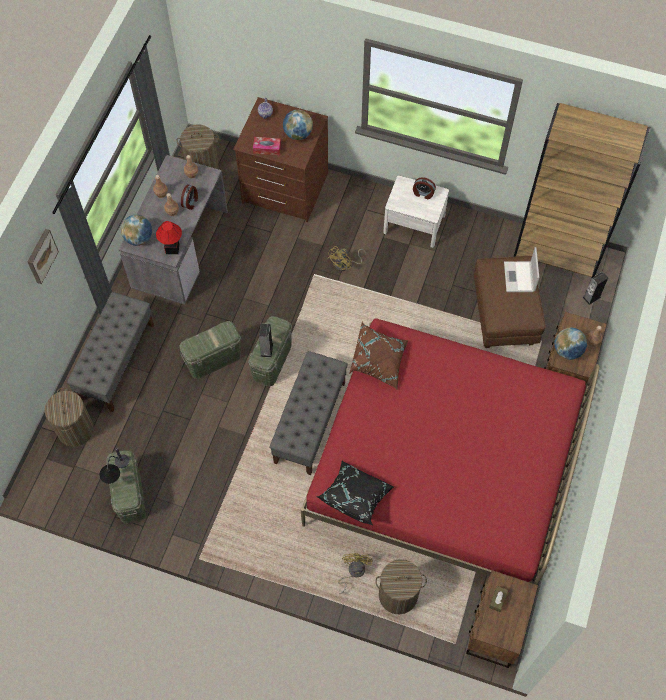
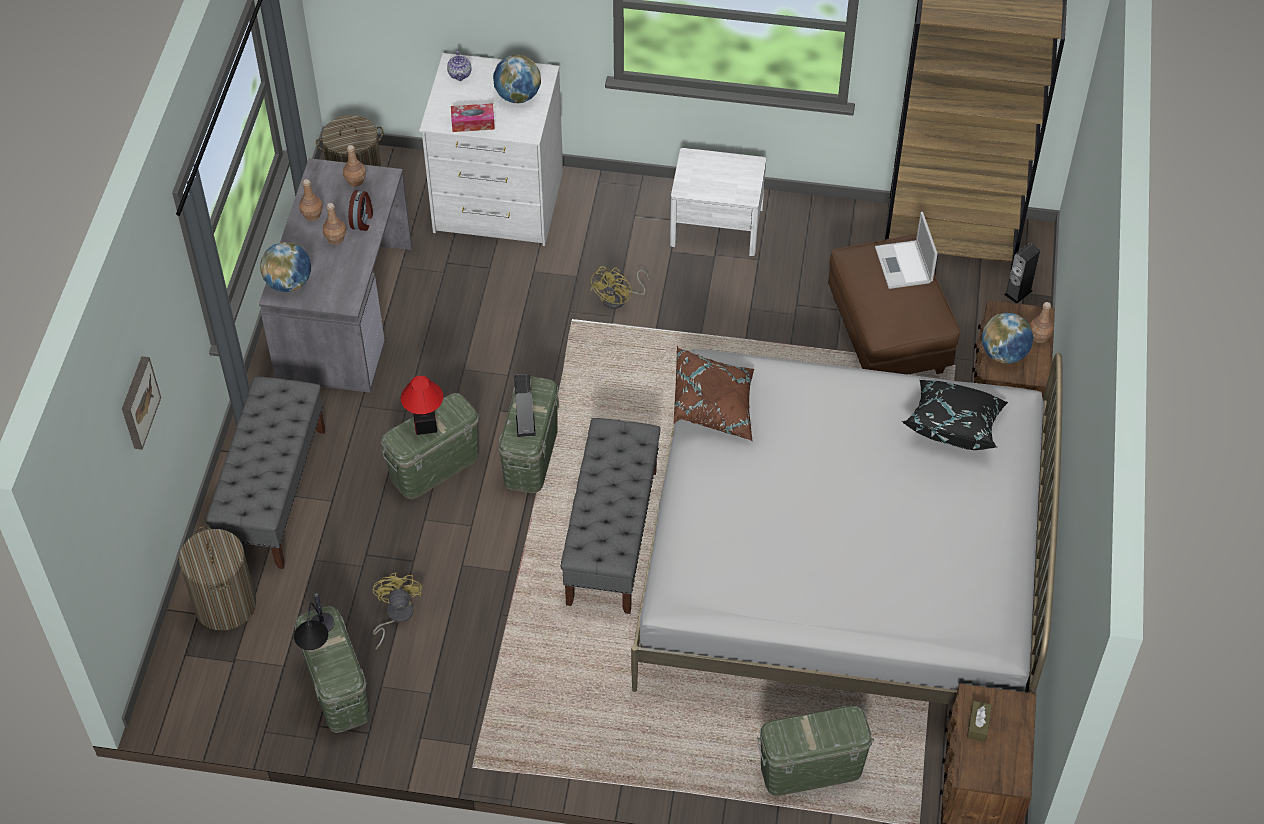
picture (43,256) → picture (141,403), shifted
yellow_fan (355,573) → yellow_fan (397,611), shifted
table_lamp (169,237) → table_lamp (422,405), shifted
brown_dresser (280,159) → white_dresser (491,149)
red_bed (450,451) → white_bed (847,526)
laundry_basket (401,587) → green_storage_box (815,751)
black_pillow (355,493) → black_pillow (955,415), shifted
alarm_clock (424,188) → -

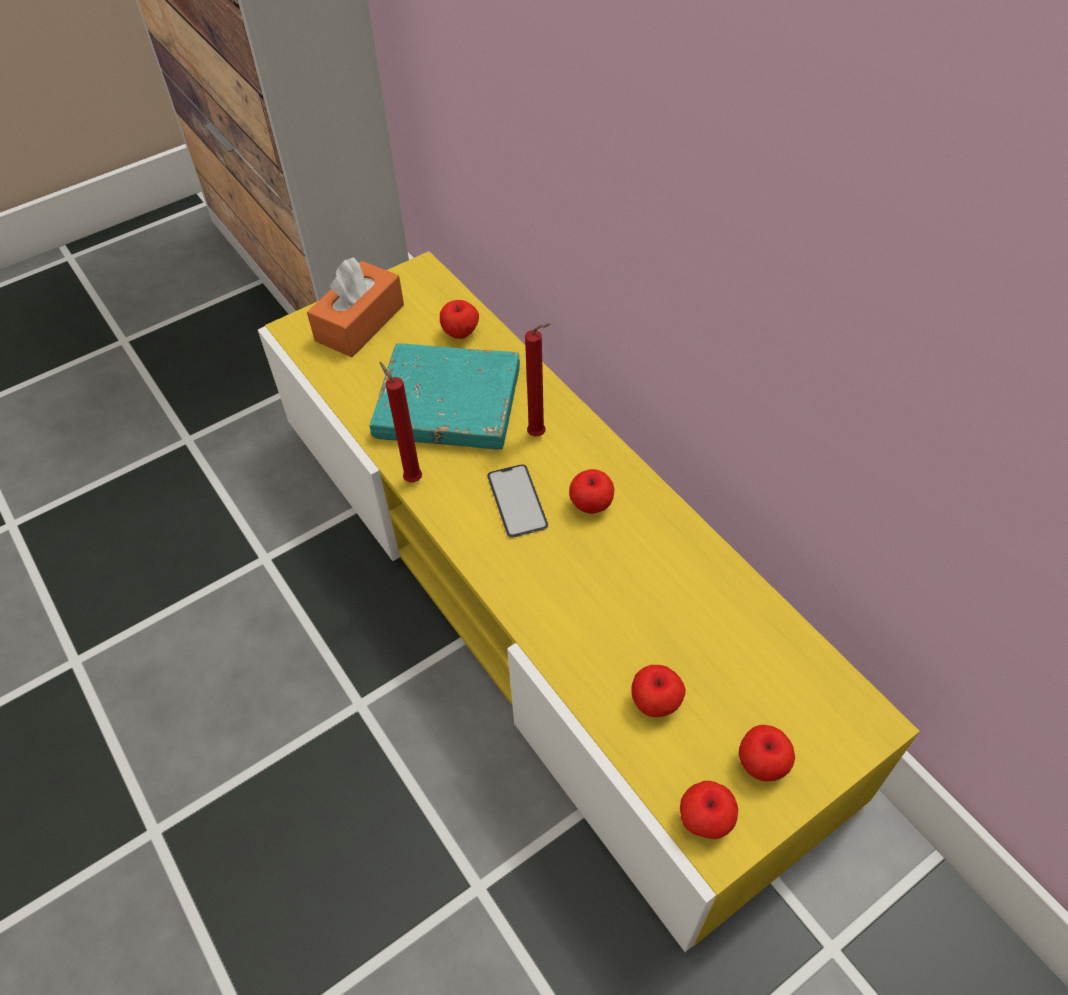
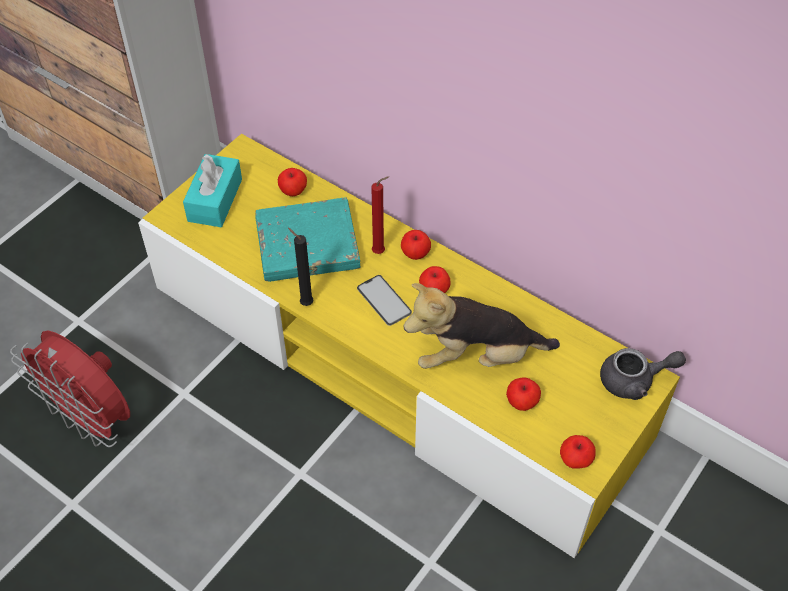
- → red_fan (70,388)
orange_tissue_box (355,307) → turquoise_tissue_box (212,190)
red_candle (400,422) → black_candle (301,267)
apple (767,753) → apple (416,245), shifted
- → plush_toy (482,326)
- → grey_teapot (643,374)

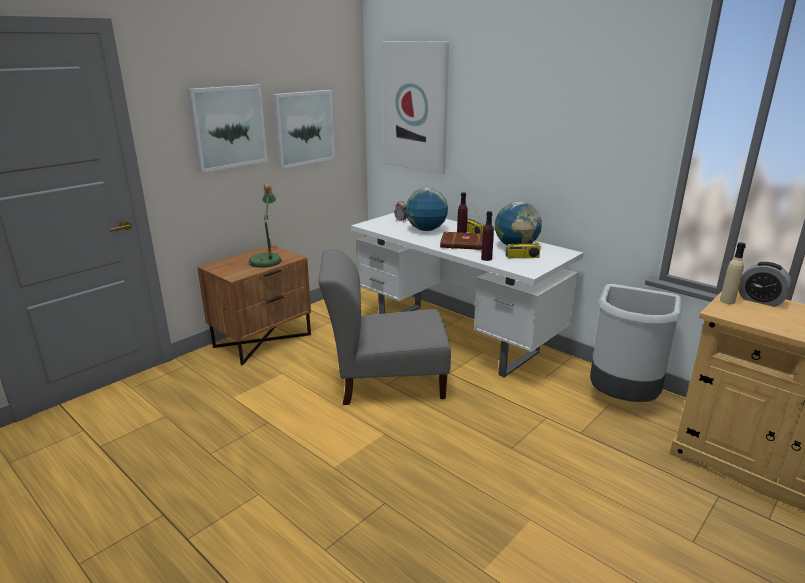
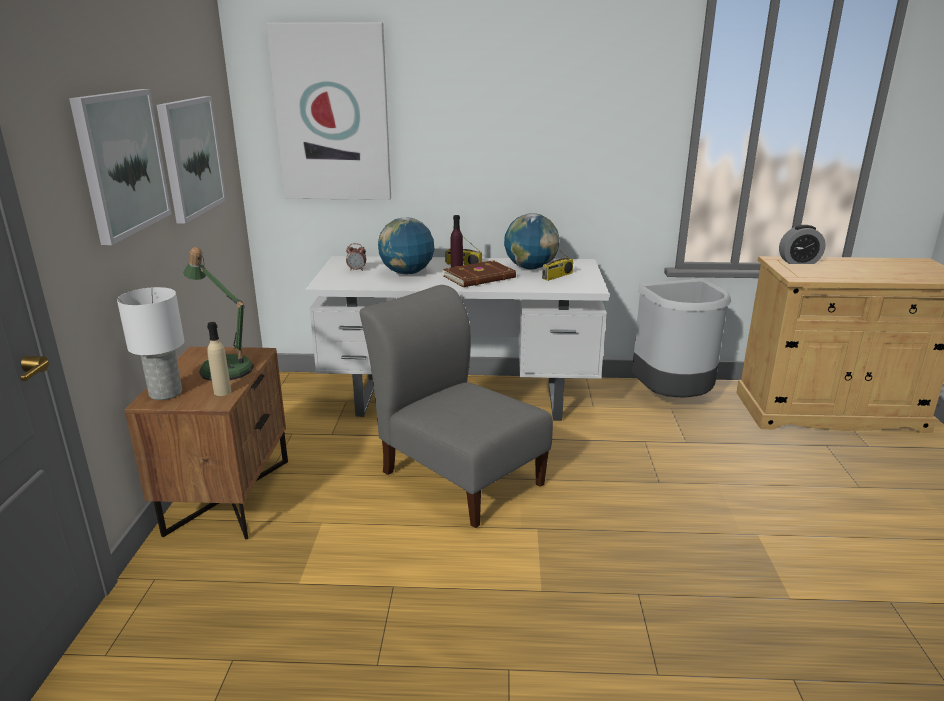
- → white_table_lamp (150,343)
beige_bottle (733,273) → beige_bottle (219,359), shifted
grey_chair (384,327) → grey_chair (456,406), 90 degrees clockwise
purple_bottle (487,236) → -

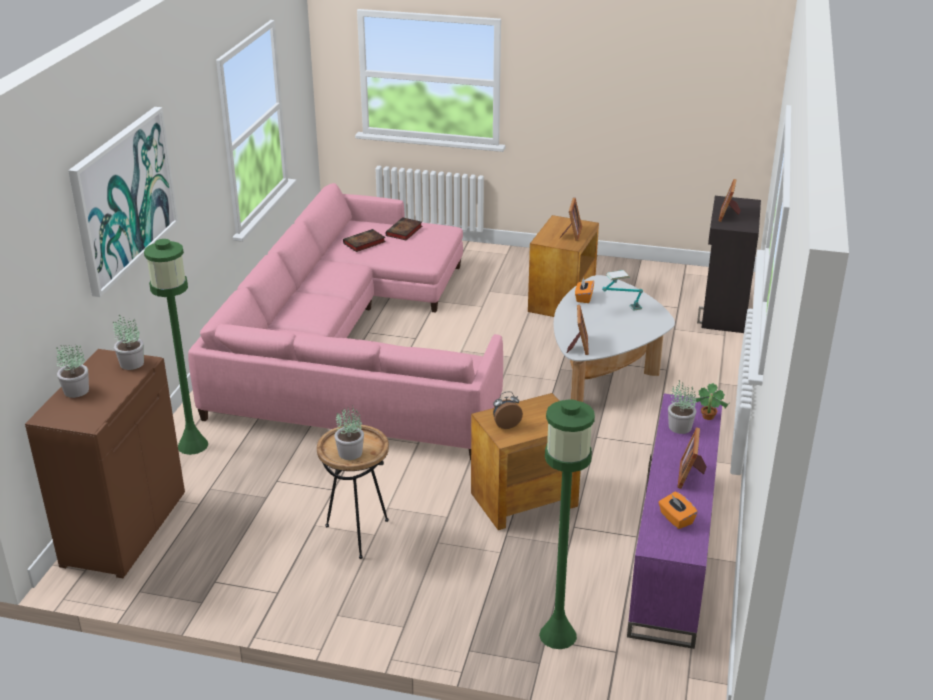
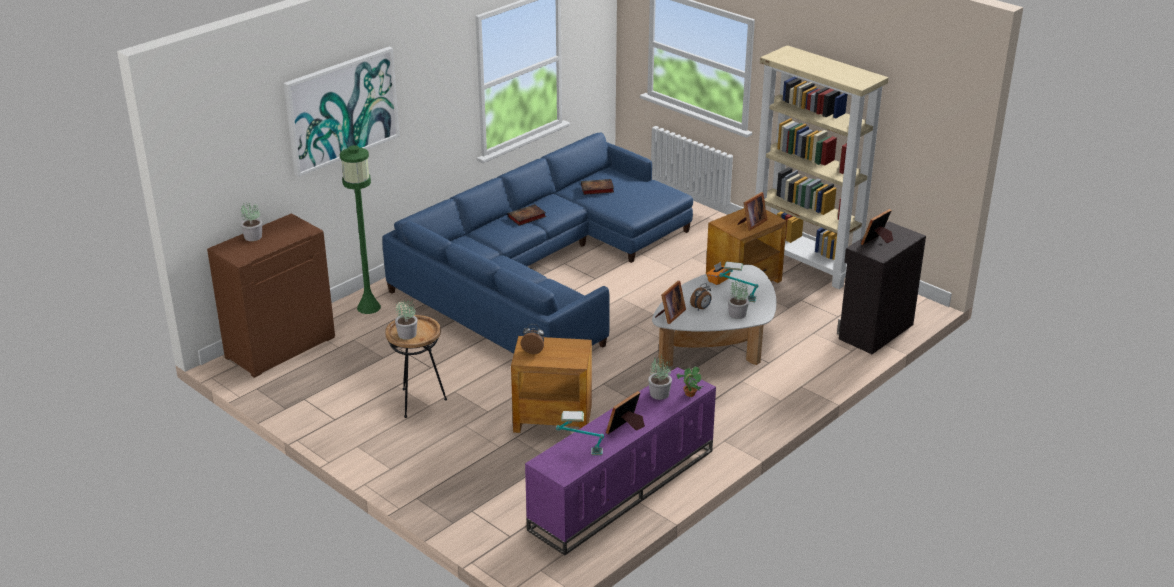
pink_sofa (345,321) → blue_sofa (537,242)
book (403,228) → book (527,215), shifted
orange_tissue_box (678,510) → table_lamp (580,433)
- → alarm_clock (701,296)
potted_plant (128,342) → potted_plant (738,298), shifted
- → beige_bookcase (822,167)
green_floor_lamp (567,524) → -

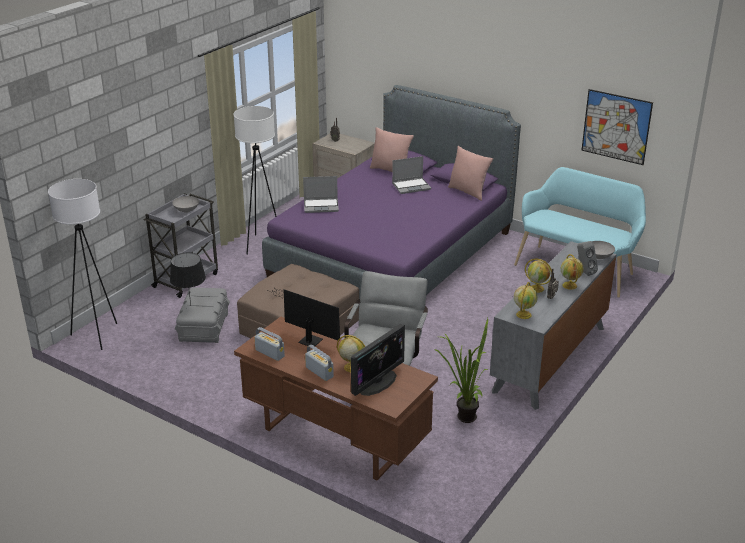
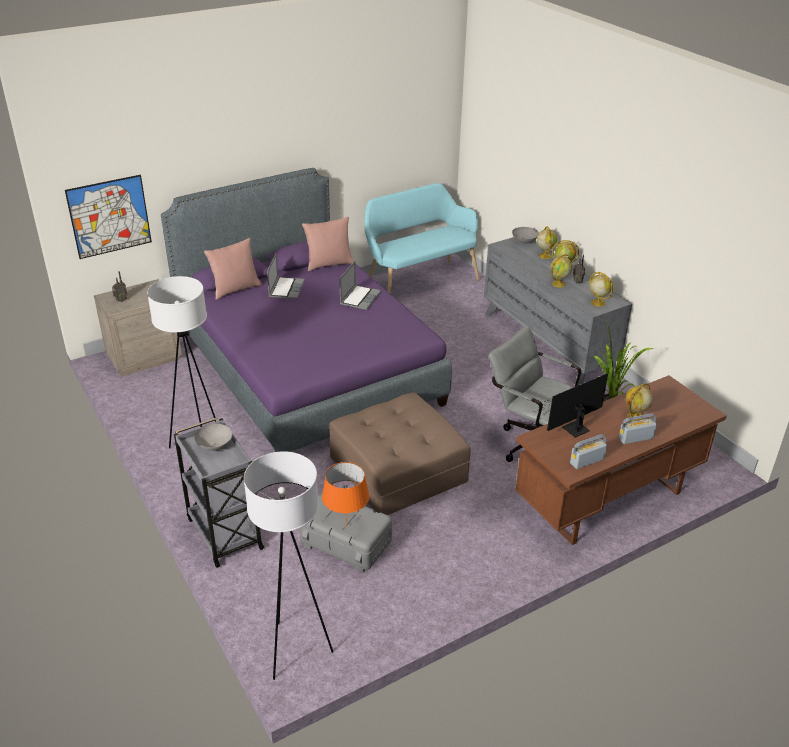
picture (617,127) → picture (108,217), shifted
black_table_lamp (188,279) → orange_table_lamp (345,494)
laptop (321,194) → laptop (360,285), shifted
grey_speaker (587,258) → globe (547,242)
monitor (378,360) → -

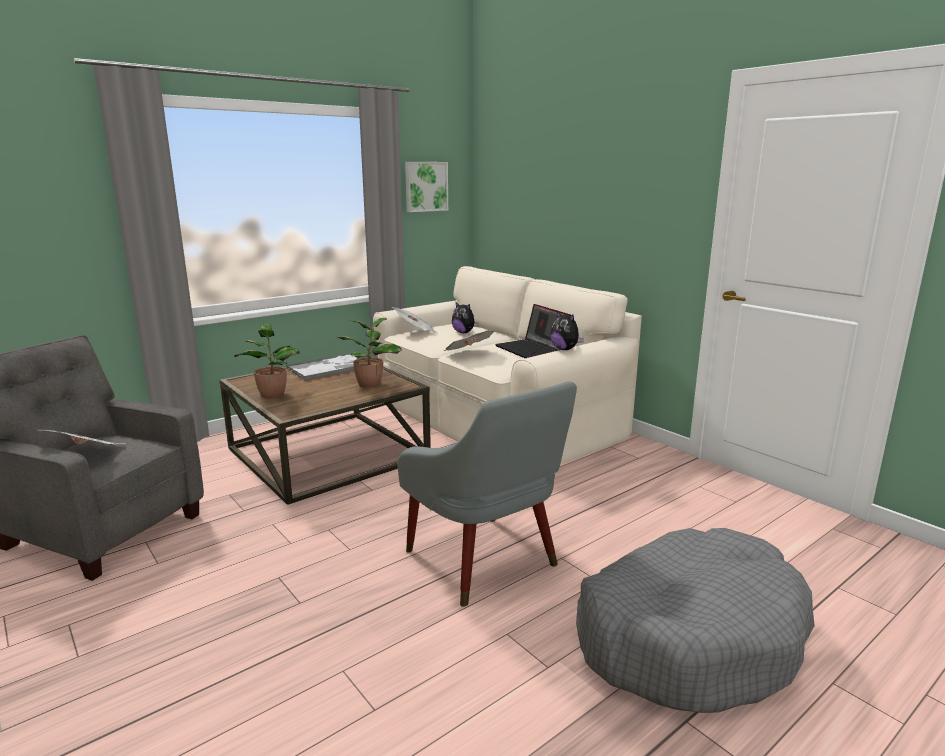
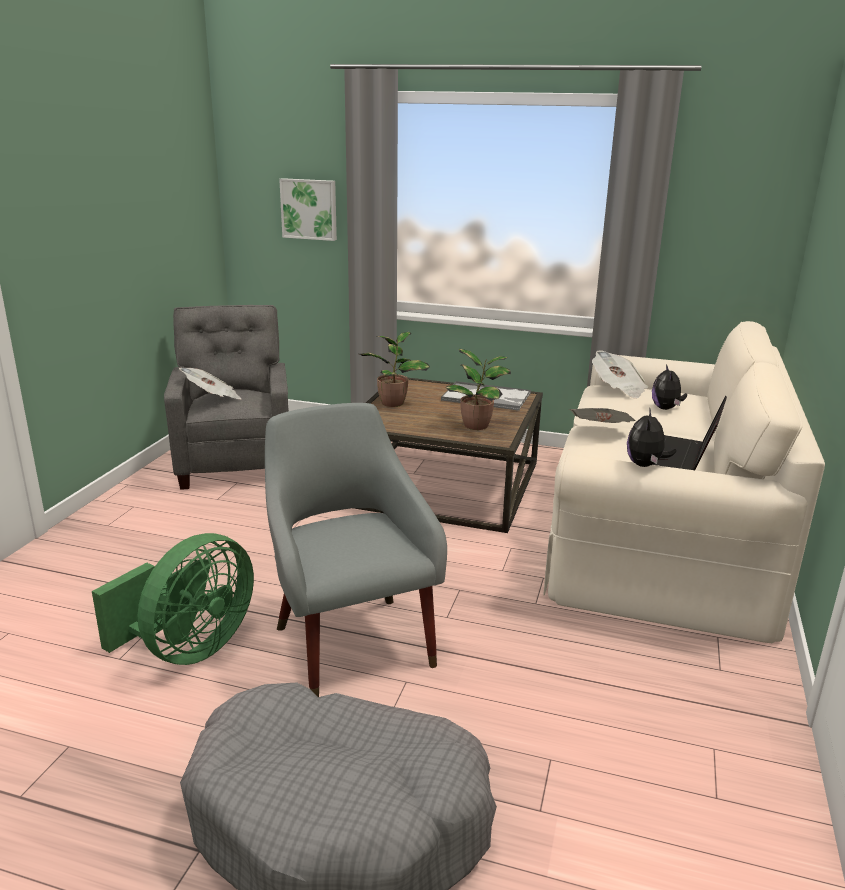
- → green_fan (173,599)
grey_armchair (487,494) → grey_armchair (356,550), 135 degrees clockwise
picture (426,187) → picture (308,209), shifted

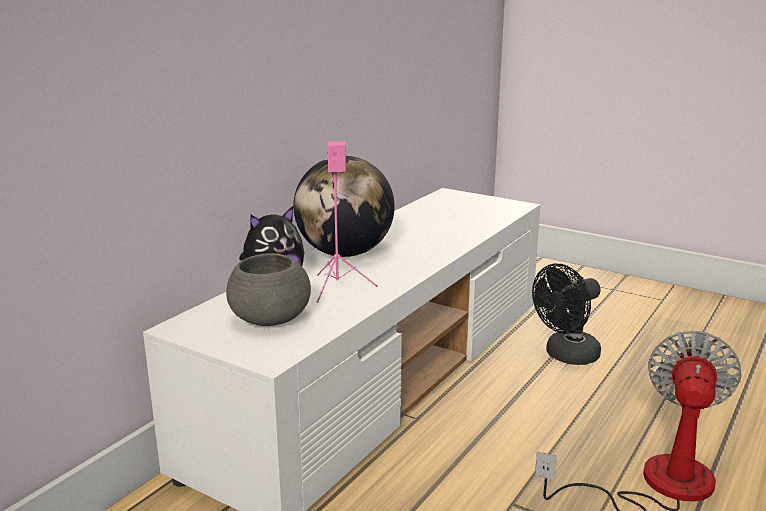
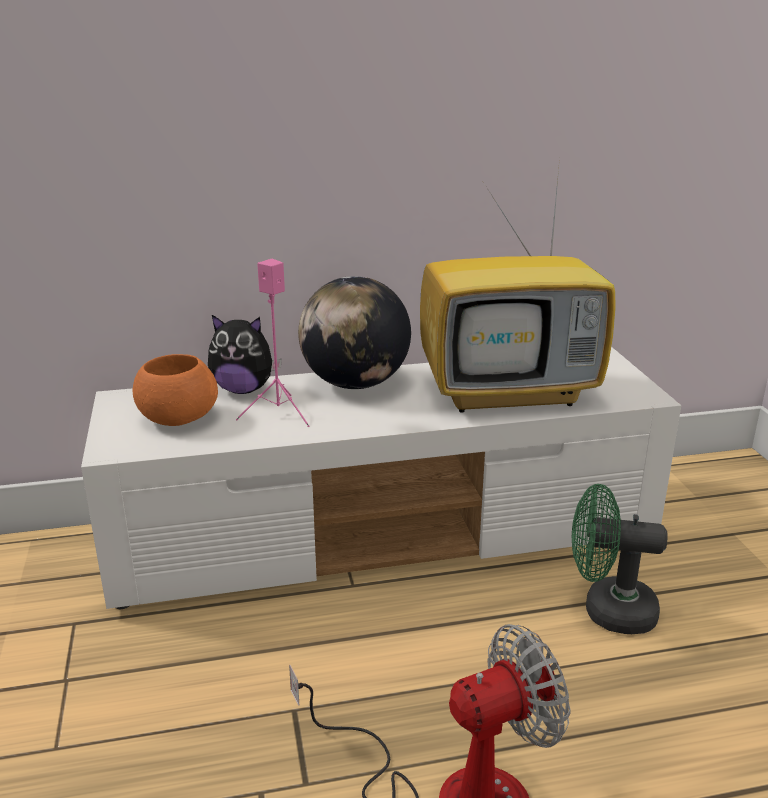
grey_bowl (268,289) → orange_bowl (175,390)
- → television (518,286)
black_fan (566,314) → green_fan (620,559)

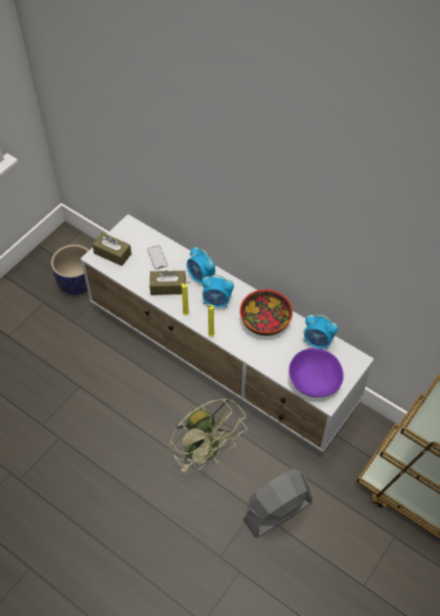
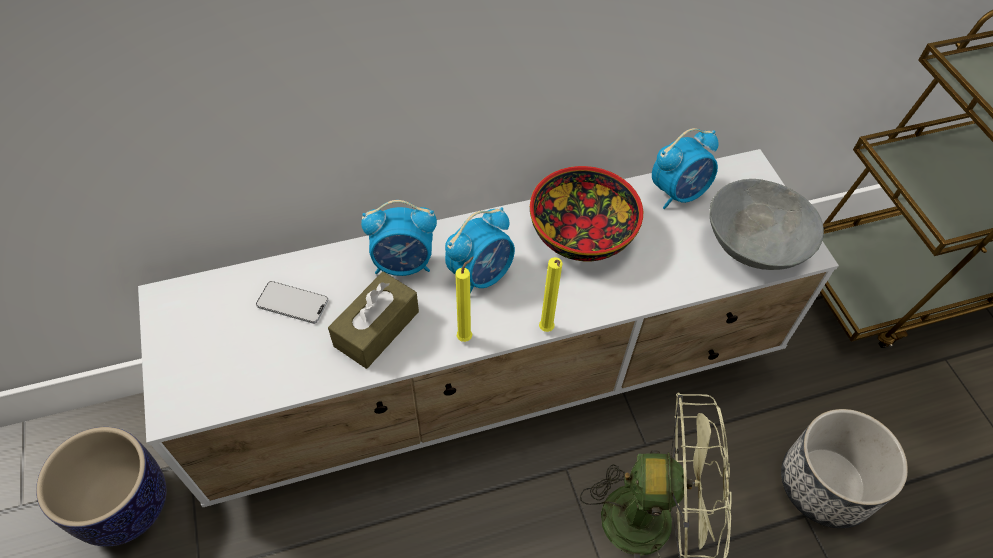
purple_bowl (316,372) → grey_bowl (767,224)
grey_fan (277,503) → planter (844,468)
brown_tissue_box (112,249) → -

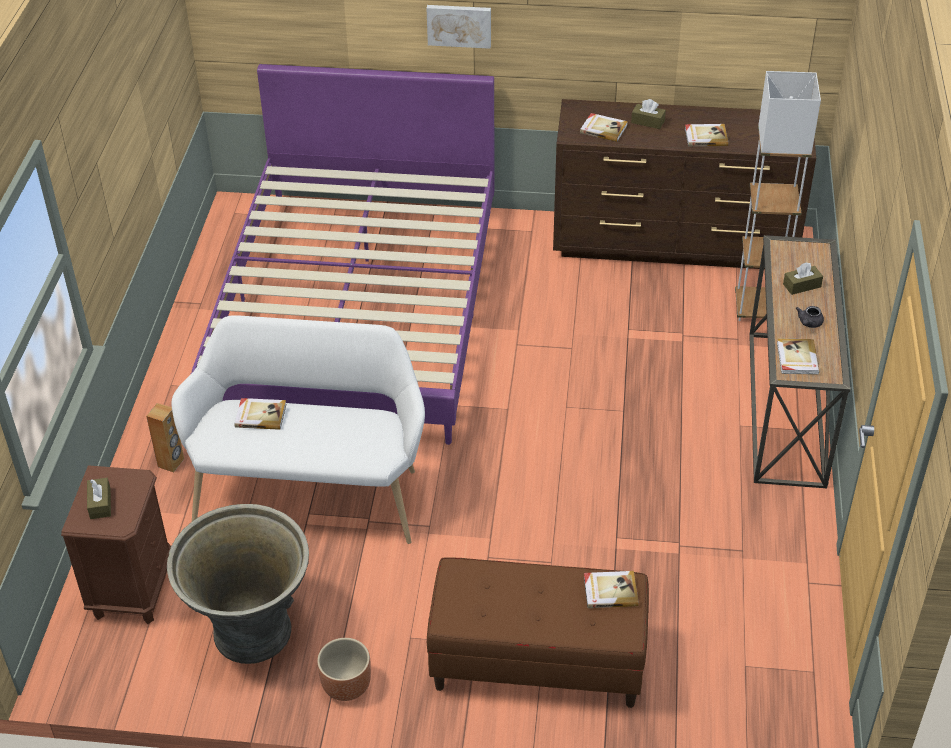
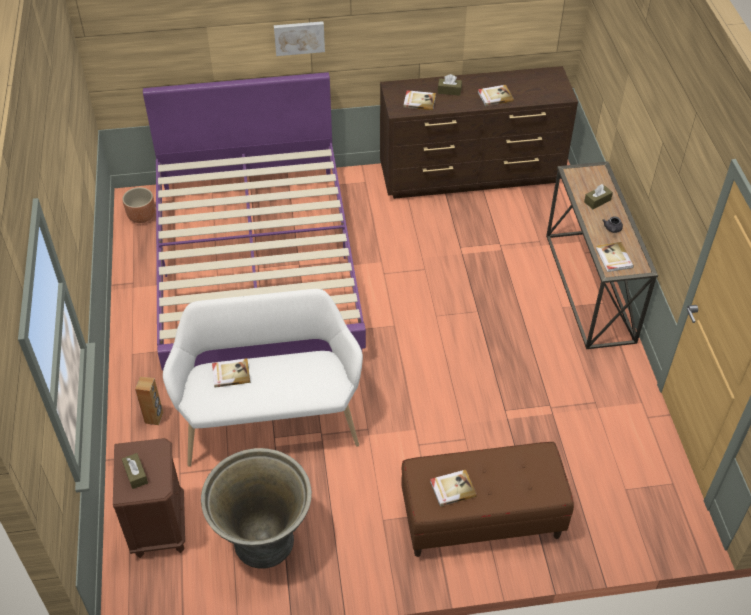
brown_planter (344,669) → brown_planter (138,205), shifted
book (611,589) → book (453,488), shifted
white_floor_lamp (778,196) → -

